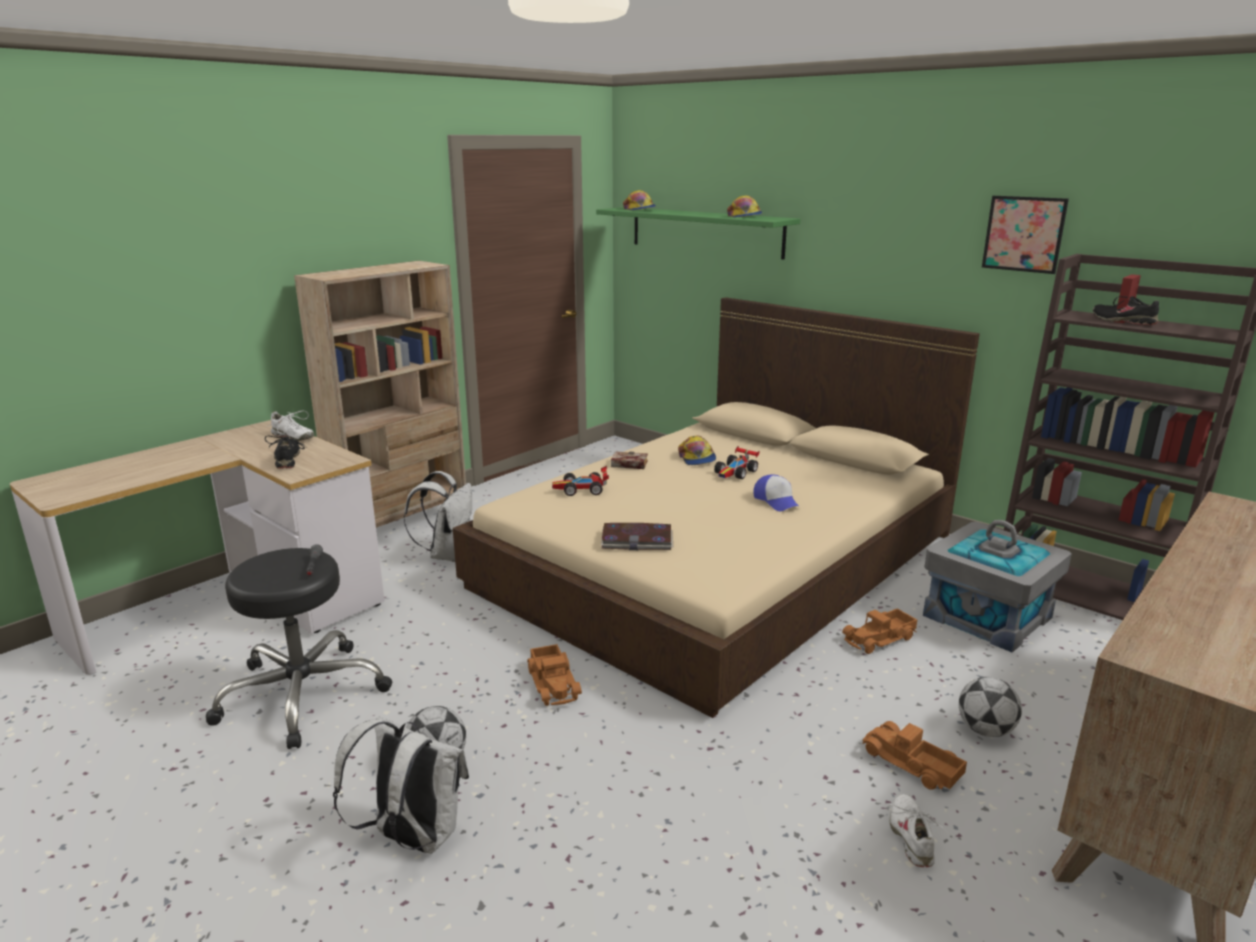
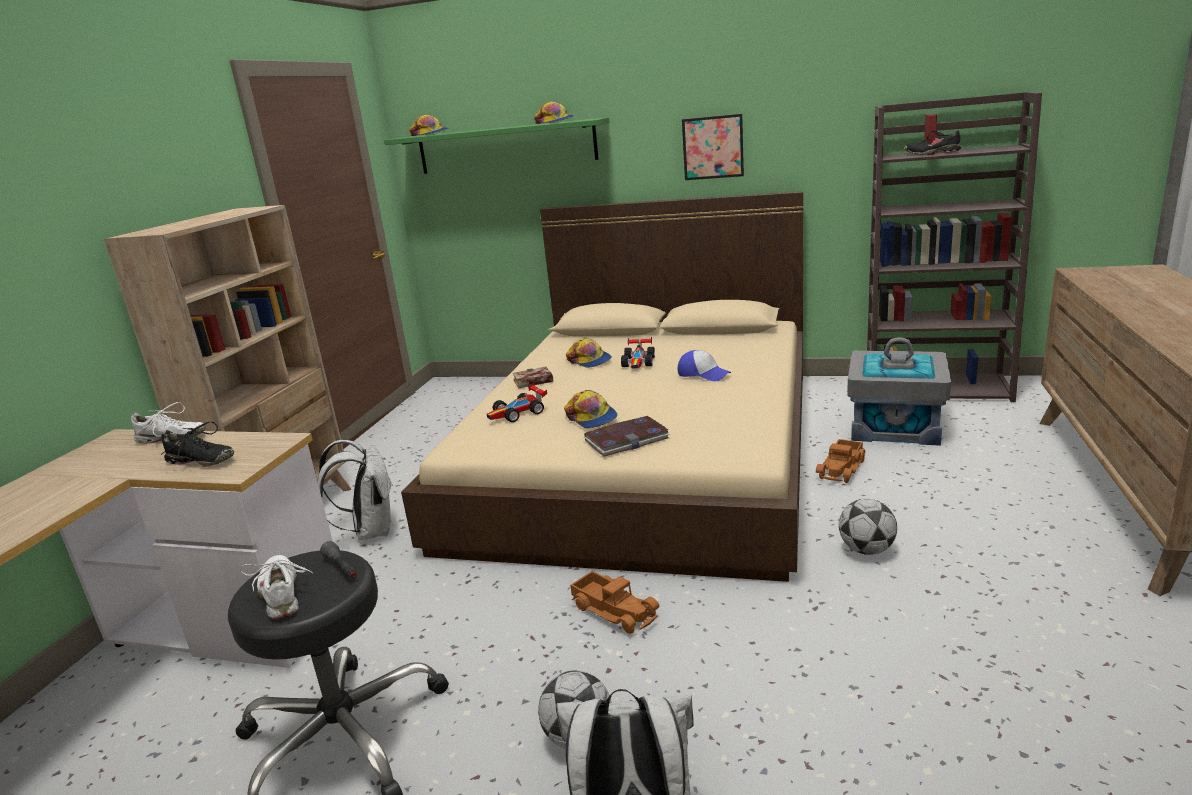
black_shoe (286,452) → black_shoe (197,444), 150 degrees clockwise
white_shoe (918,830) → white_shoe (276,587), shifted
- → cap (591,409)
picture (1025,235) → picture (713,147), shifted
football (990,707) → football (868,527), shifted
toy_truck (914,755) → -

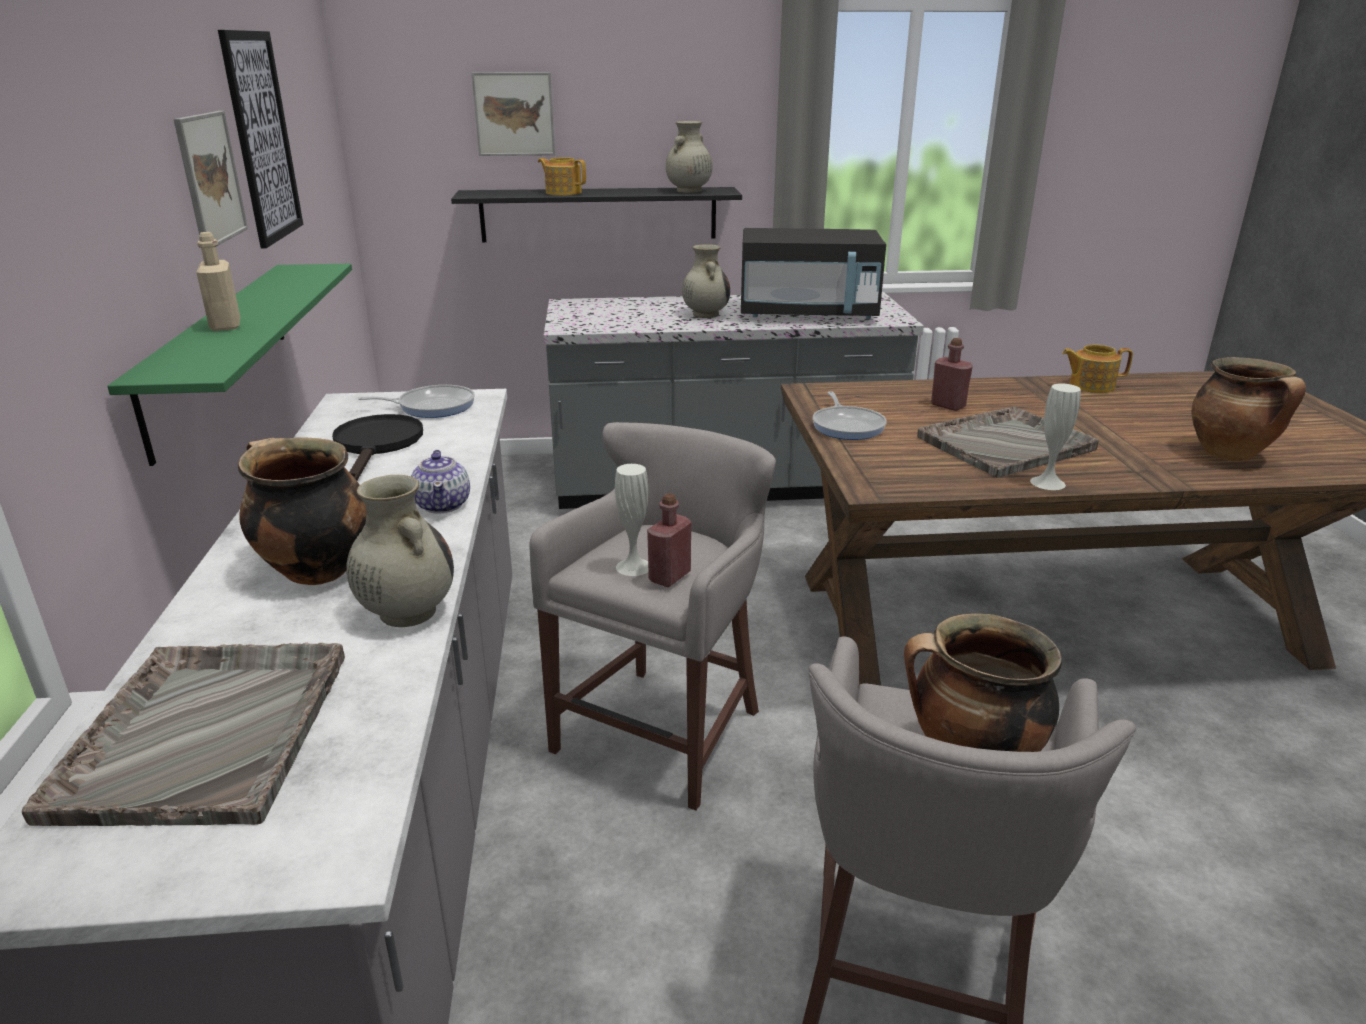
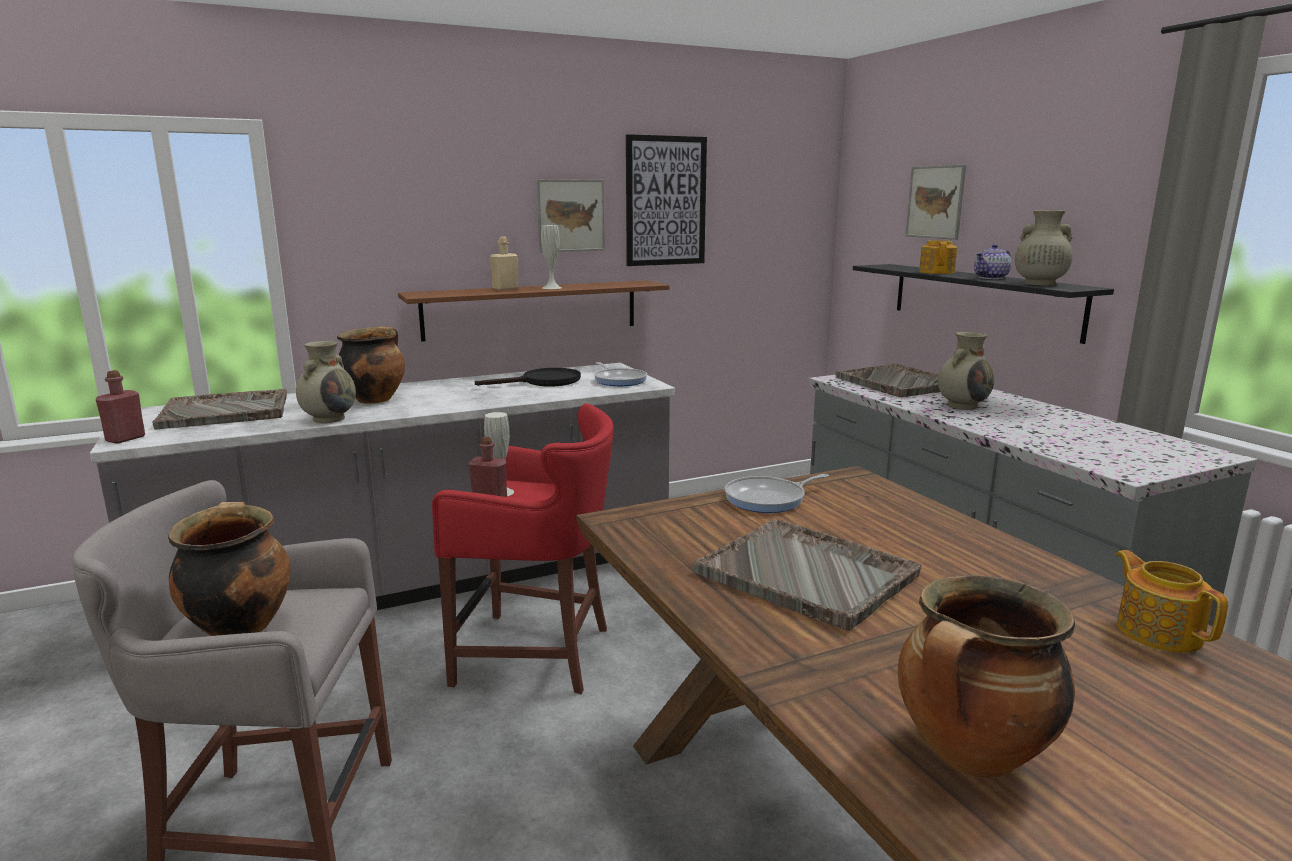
red_bottle (952,374) → red_bottle (120,407), shifted
green_shelf (229,365) → brown_shelf (534,311)
grey_stool (653,616) → red_stool (522,548)
white_vase (1055,437) → white_vase (551,257), shifted
- → grey_tray (888,380)
teapot (440,481) → teapot (992,261), shifted
black_microwave (813,273) → -

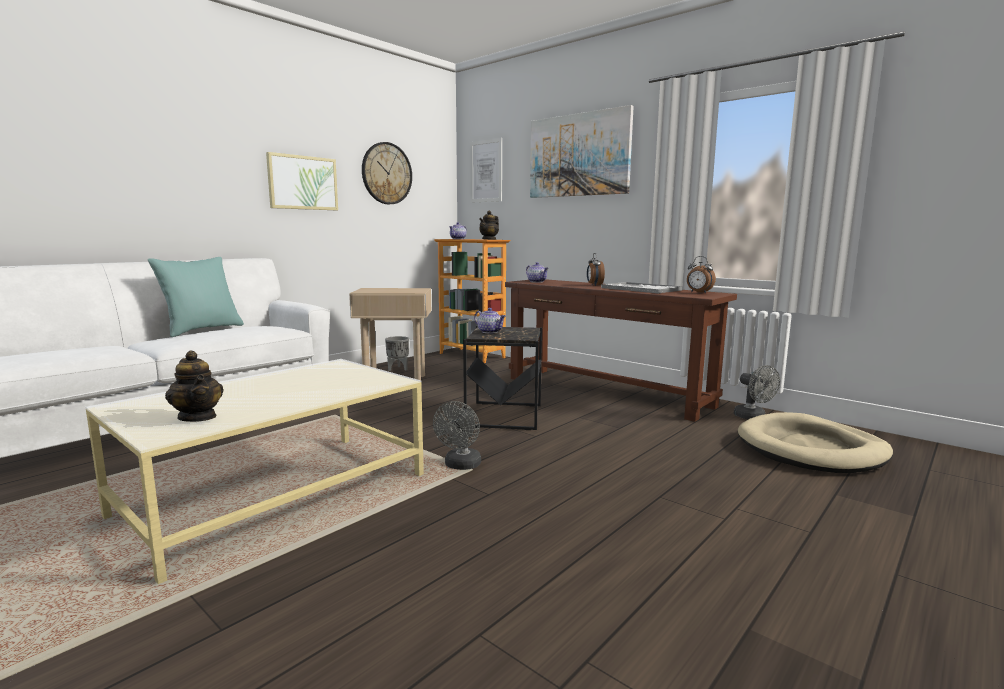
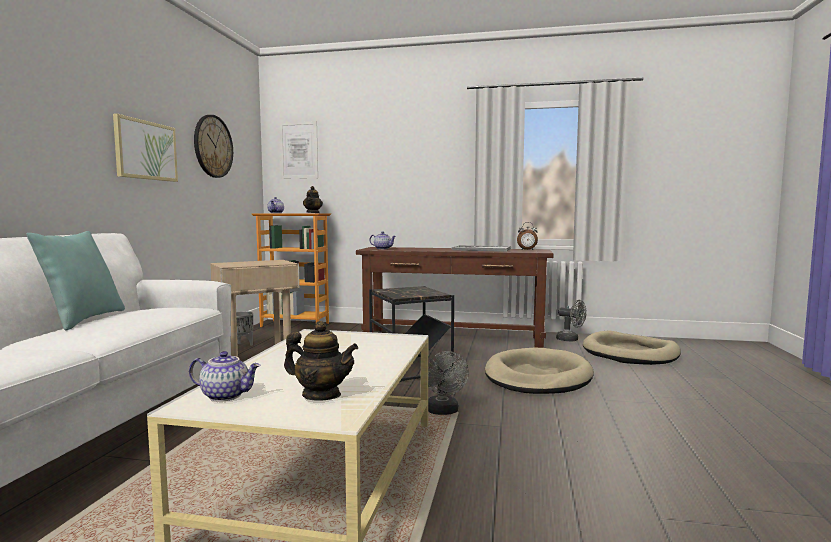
teapot (490,320) → teapot (225,376), shifted
- → beige_dog_bed (539,371)
picture (582,151) → -
alarm_clock (596,269) → -

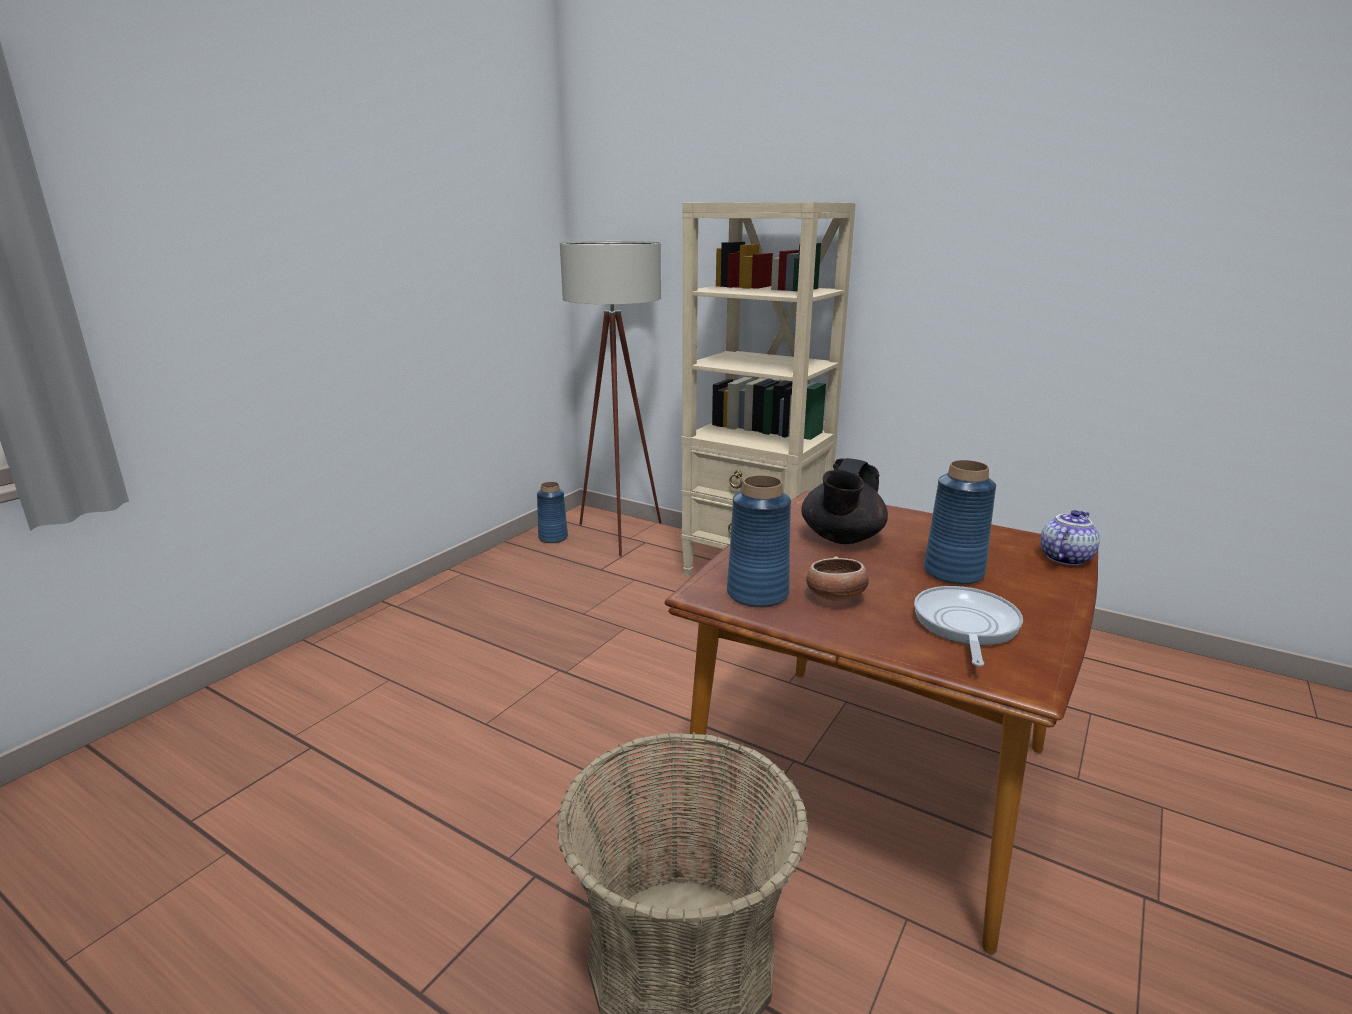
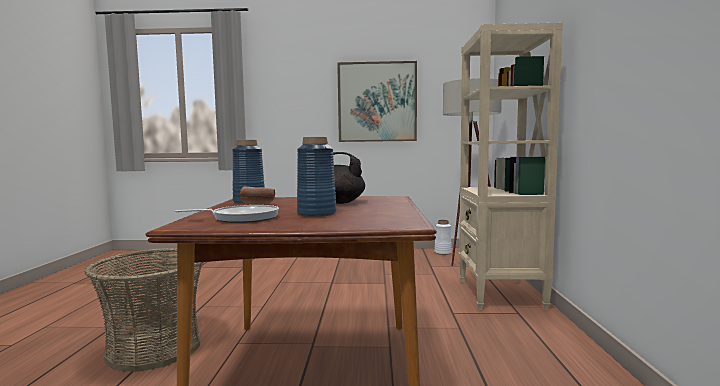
- → picture (377,101)
blue_vase (552,512) → white_vase (443,237)
teapot (1070,538) → -

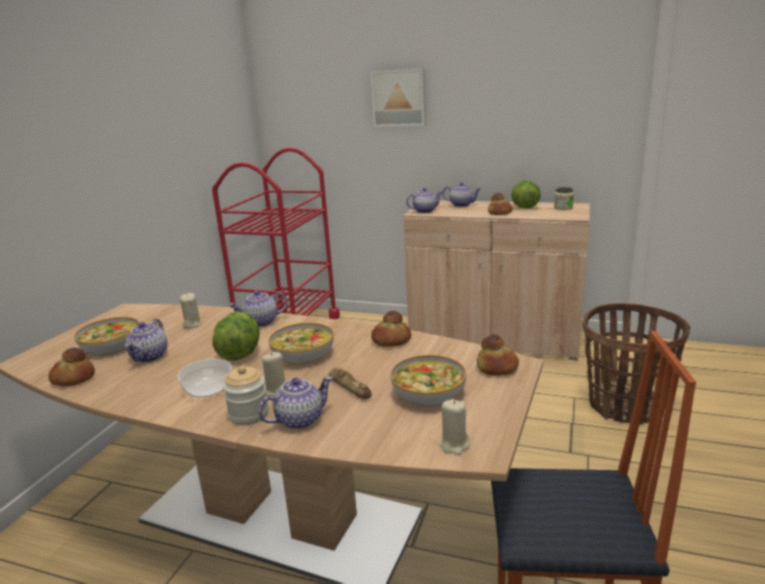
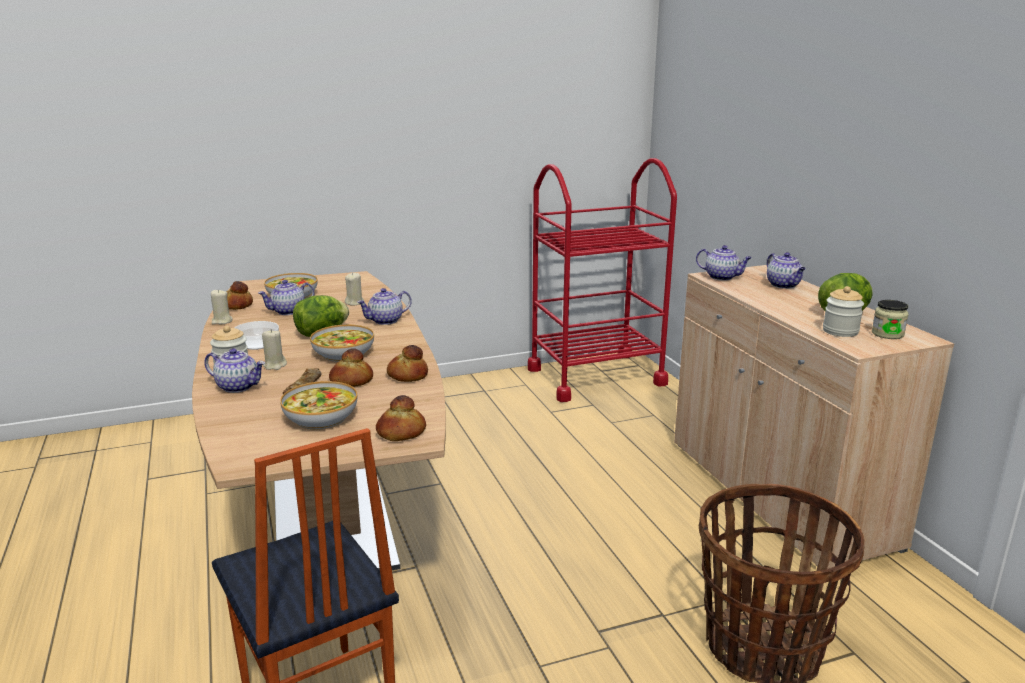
beige_candle (455,427) → beige_candle (222,307), shifted
bread (500,204) → bread (351,367), shifted
teapot (258,308) → teapot (384,306), 60 degrees counterclockwise
- → jar (843,311)
picture (398,97) → -

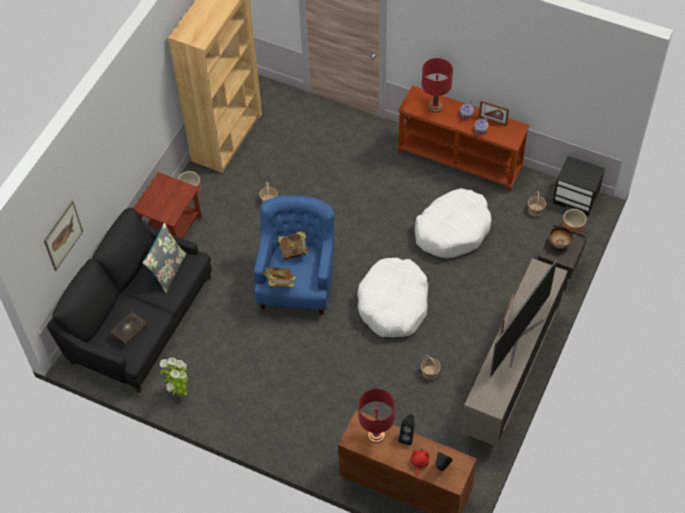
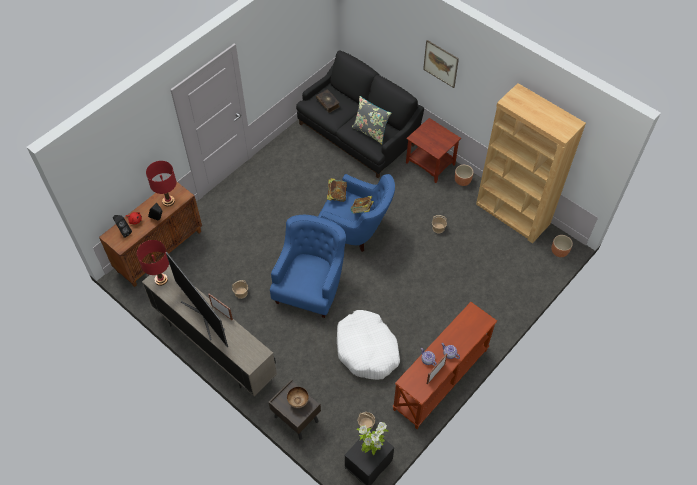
red_table_lamp (437,85) → red_table_lamp (153,263), shifted
white_dog_bed (392,297) → blue_armchair (308,266)
potted_plant (173,377) → potted_plant (372,438), shifted
picture (63,236) → picture (441,64), shifted
brown_planter (574,221) → brown_planter (562,246), shifted

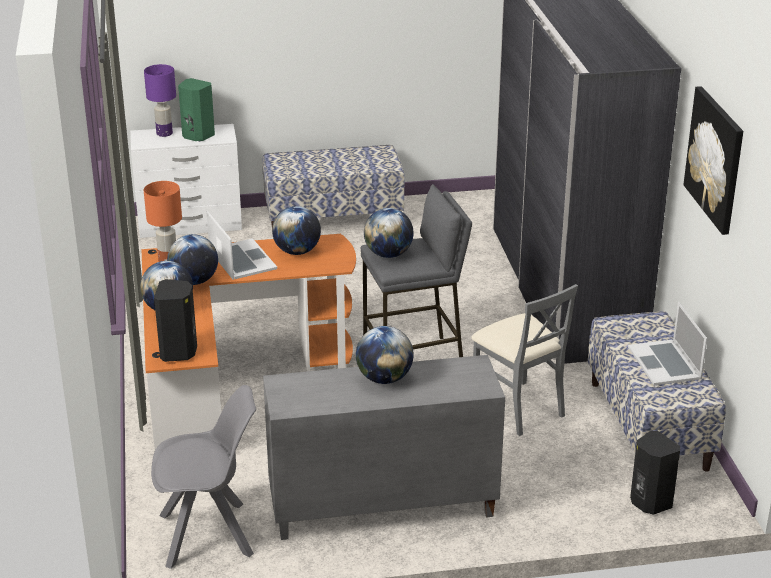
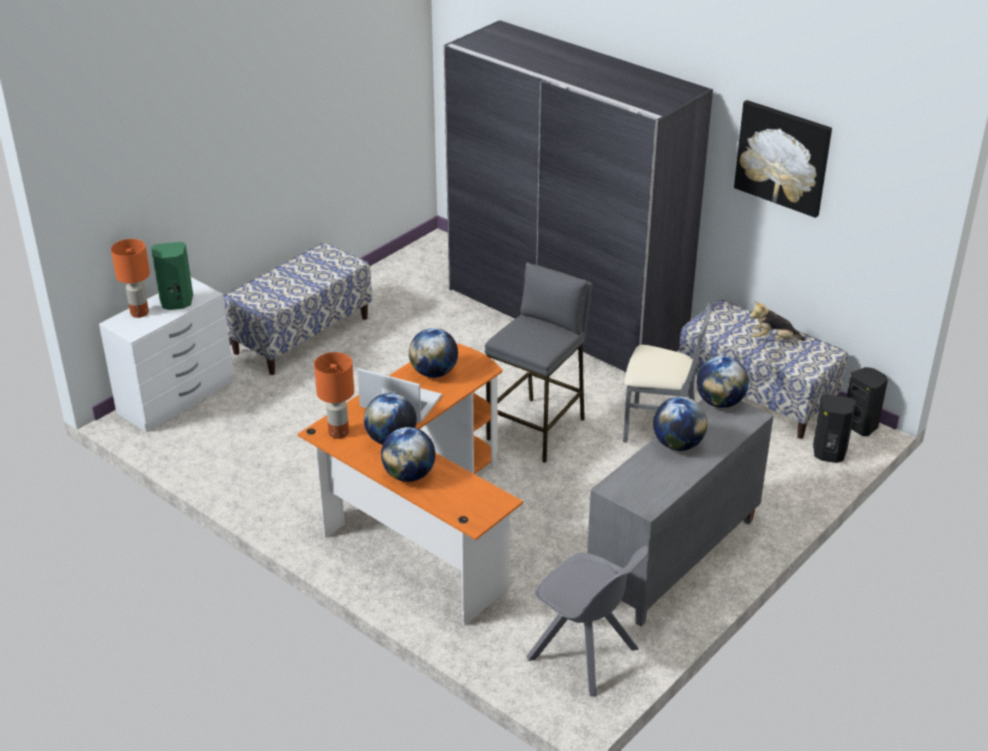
purple_table_lamp (160,100) → orange_table_lamp (130,278)
grey_chair (203,477) → grey_chair (587,621), 90 degrees clockwise
globe (389,233) → globe (722,382), shifted
laptop (667,343) → plush_toy (777,321)
black_speaker (175,320) → black_speaker (867,401), shifted

